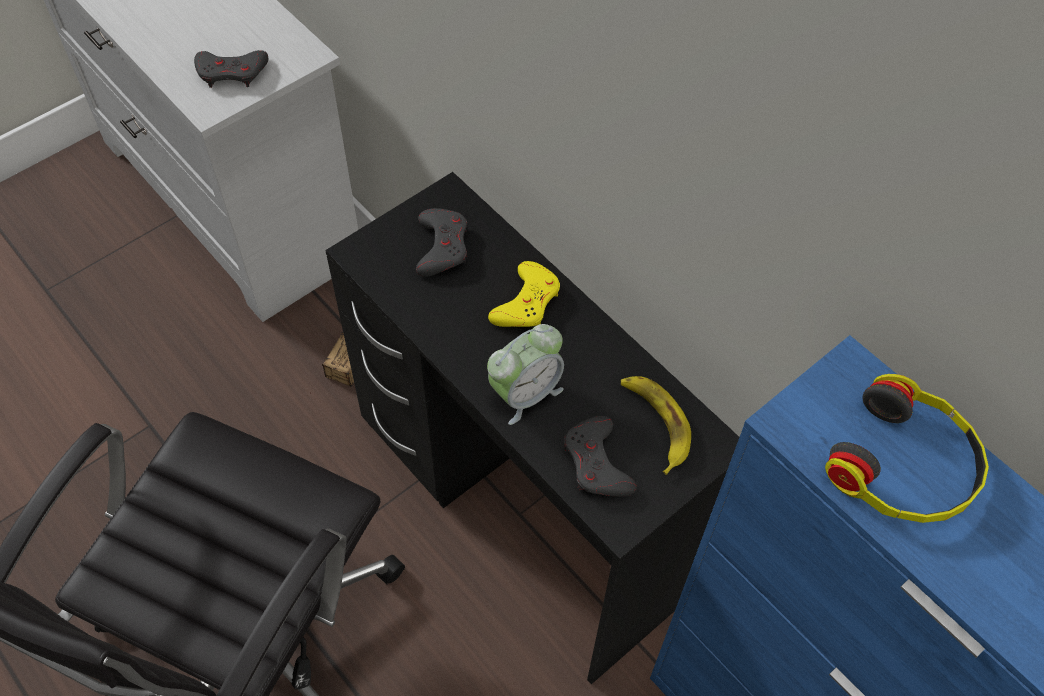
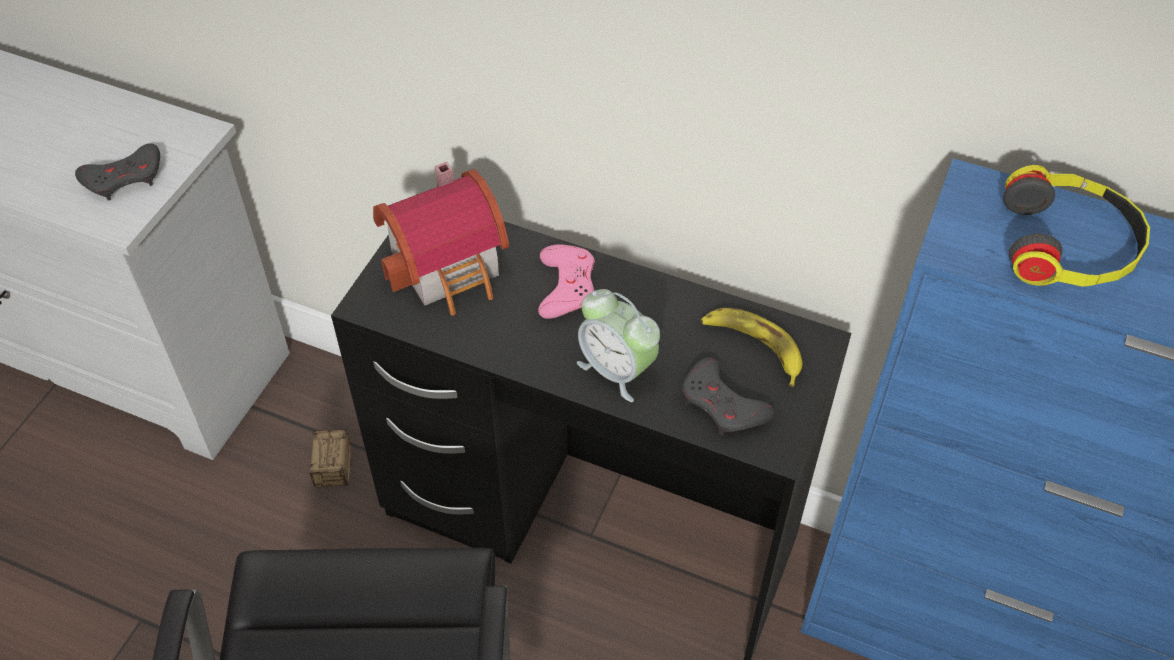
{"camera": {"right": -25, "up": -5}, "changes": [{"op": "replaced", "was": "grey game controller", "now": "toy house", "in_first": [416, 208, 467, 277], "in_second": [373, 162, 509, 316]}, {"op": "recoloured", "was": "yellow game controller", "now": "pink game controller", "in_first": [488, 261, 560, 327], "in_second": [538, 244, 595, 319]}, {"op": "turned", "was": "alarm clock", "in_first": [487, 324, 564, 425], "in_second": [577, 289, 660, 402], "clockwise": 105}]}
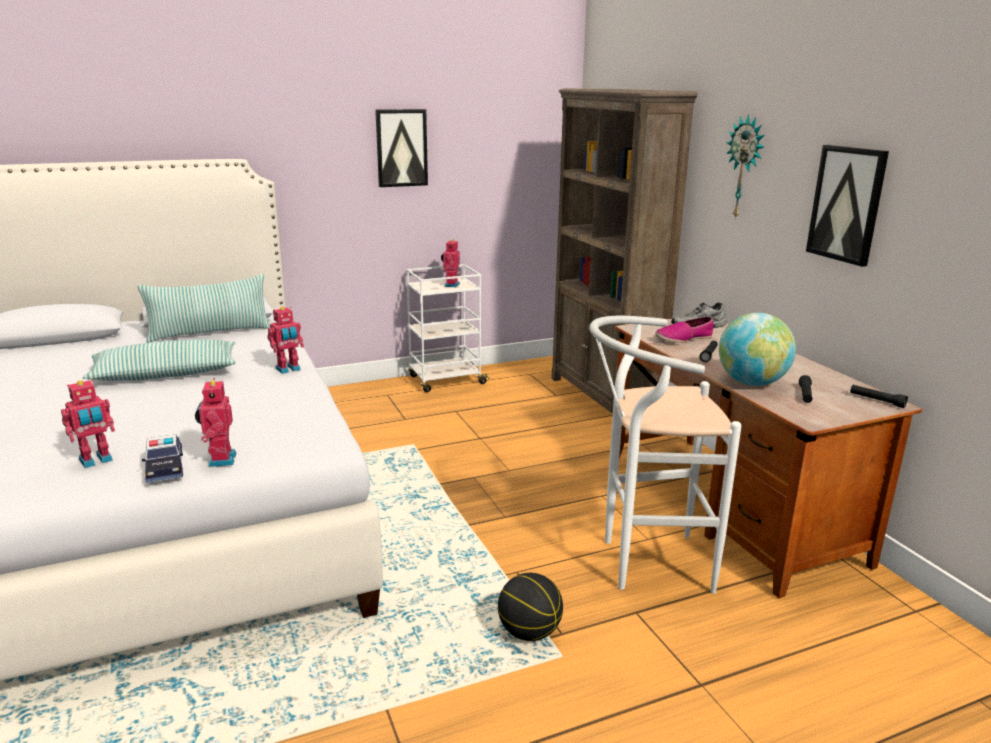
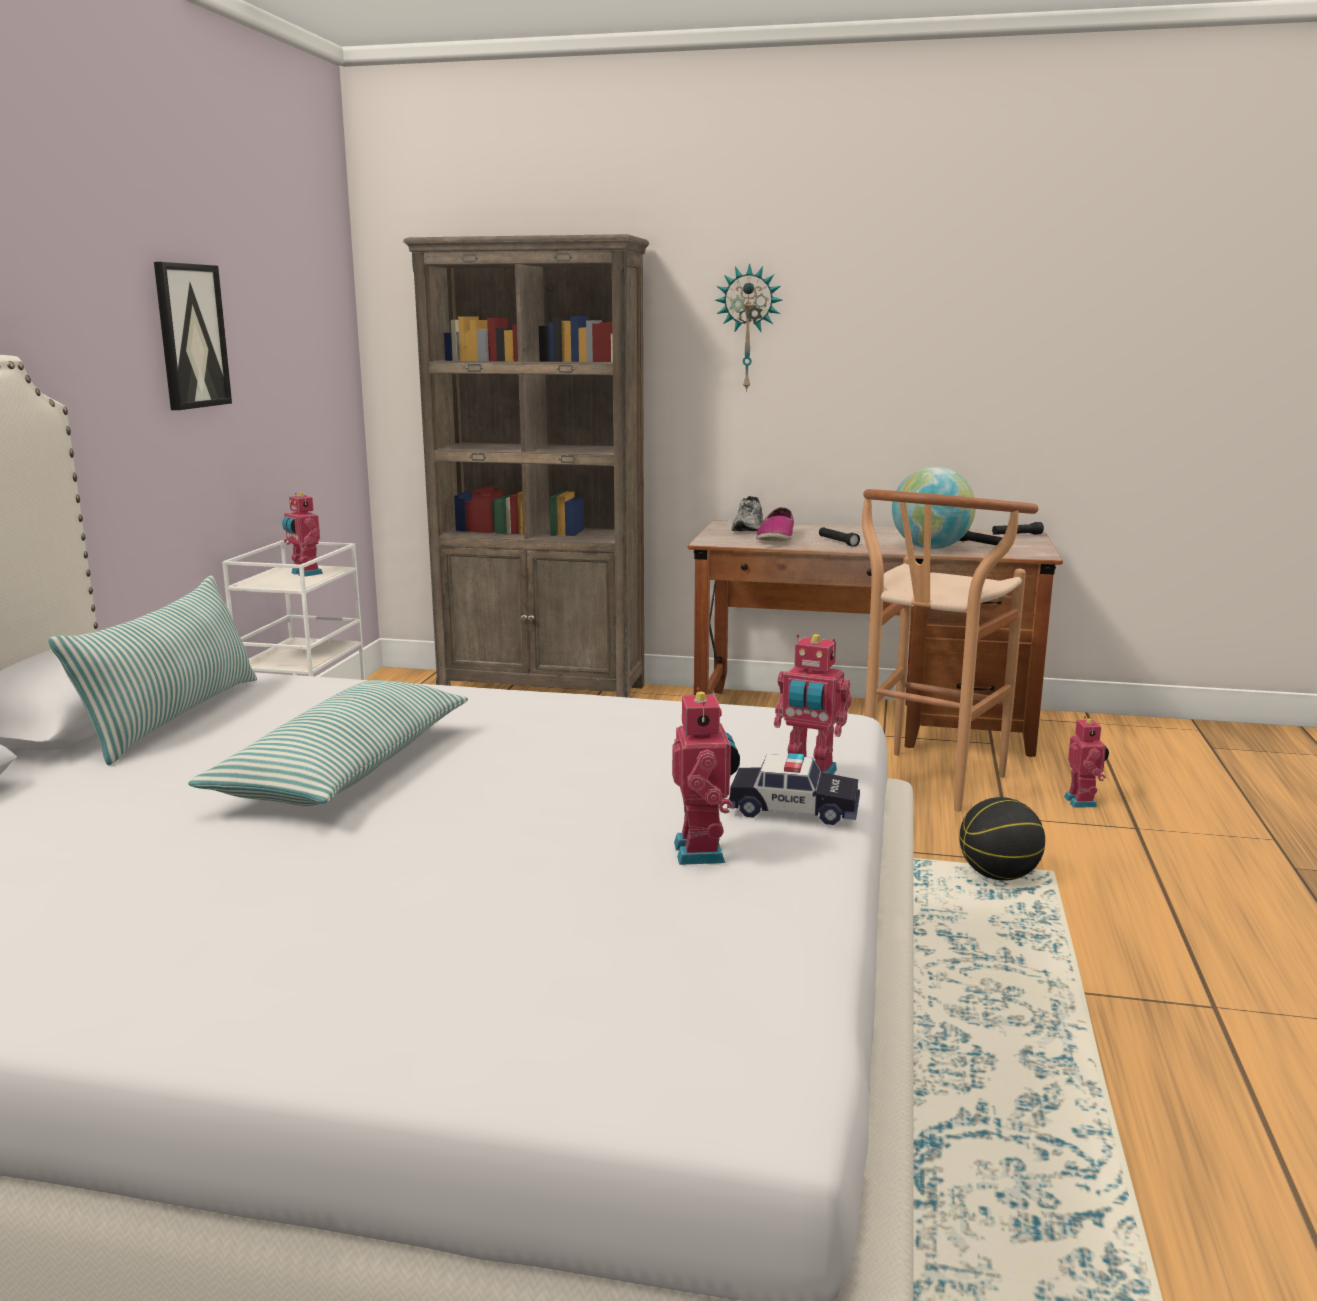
{"camera": {"right": -55, "up": -5}, "changes": [{"op": "removed", "was": "picture", "in_first": [806, 145, 889, 267]}, {"op": "moved", "was": "toy robot", "in_first": [267, 306, 304, 374], "in_second": [1064, 716, 1109, 807]}, {"op": "recoloured", "was": "white stool", "now": "brown stool", "in_first": [589, 316, 741, 594], "in_second": [862, 489, 1038, 811]}]}
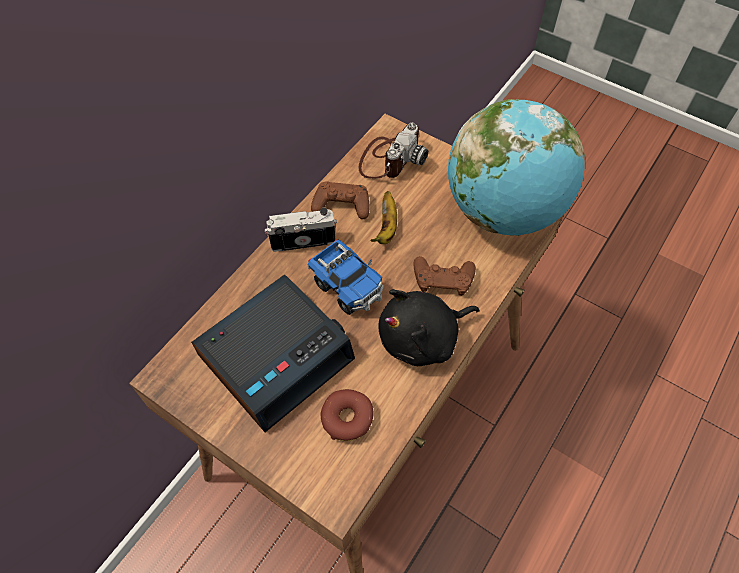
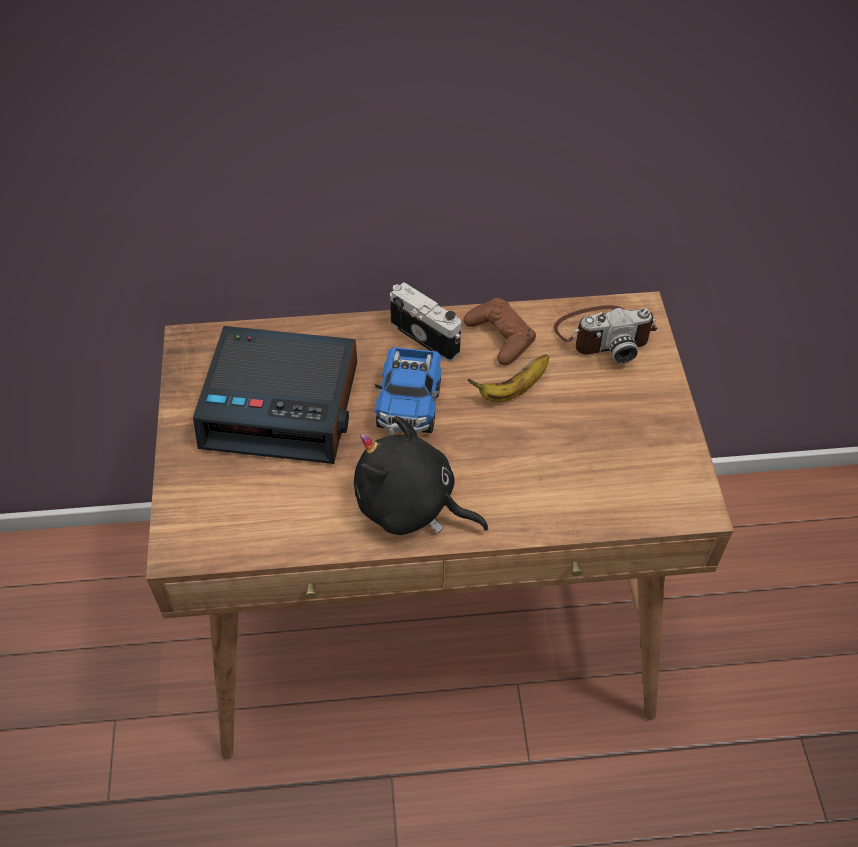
{"camera": {"right": 50, "up": -5}, "changes": [{"op": "removed", "was": "donut", "in_first": [320, 389, 373, 441]}, {"op": "removed", "was": "brown game controller", "in_first": [413, 256, 476, 296]}, {"op": "removed", "was": "globe", "in_first": [448, 99, 585, 236]}]}
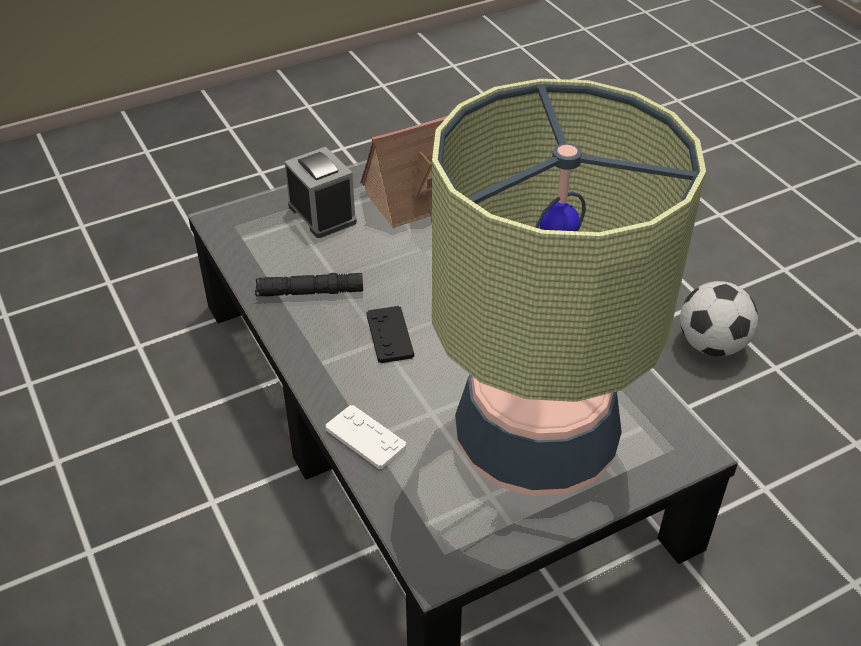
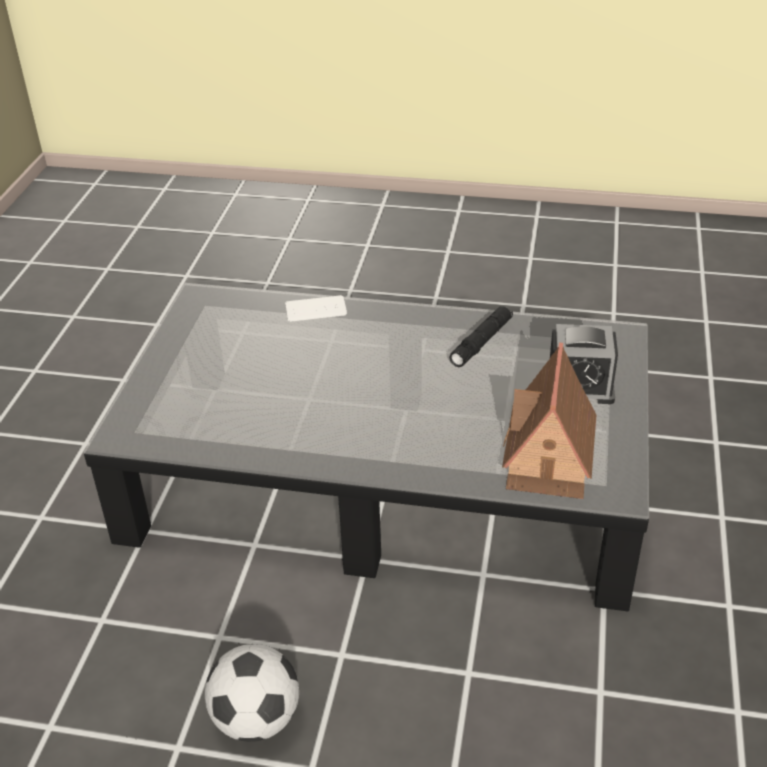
{"camera": {"right": 130, "up": -5}, "changes": [{"op": "removed", "was": "black game controller", "in_first": [367, 306, 414, 363]}, {"op": "removed", "was": "table lamp", "in_first": [432, 79, 706, 496]}]}
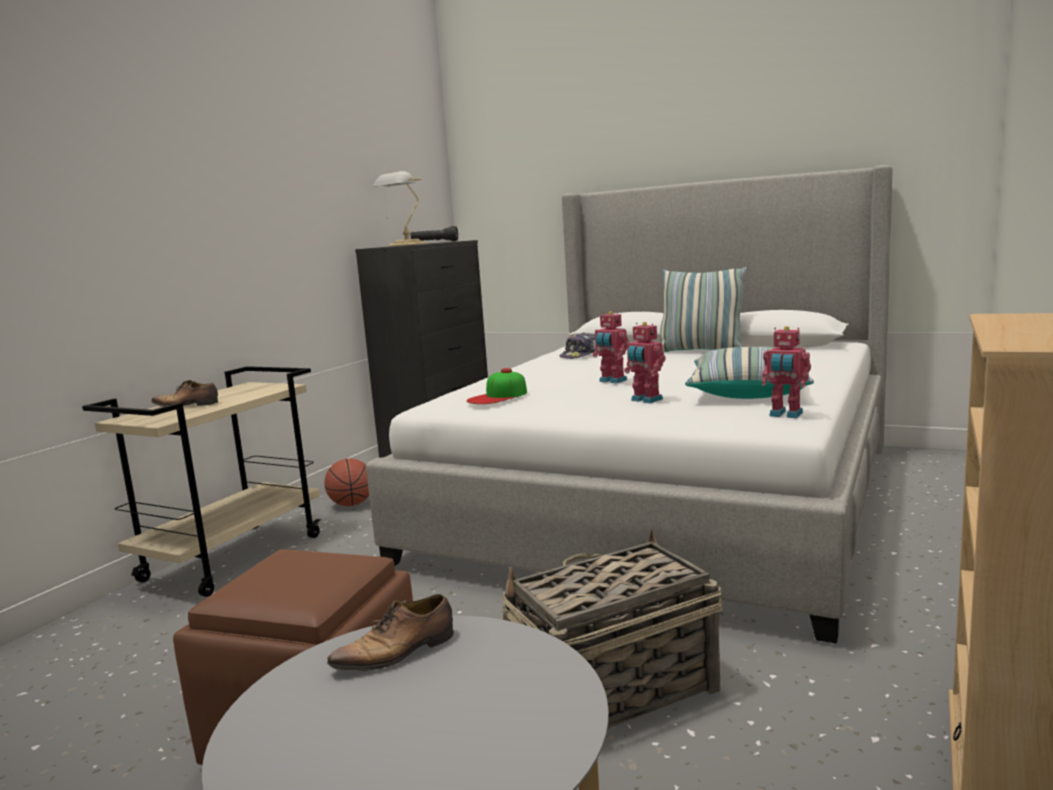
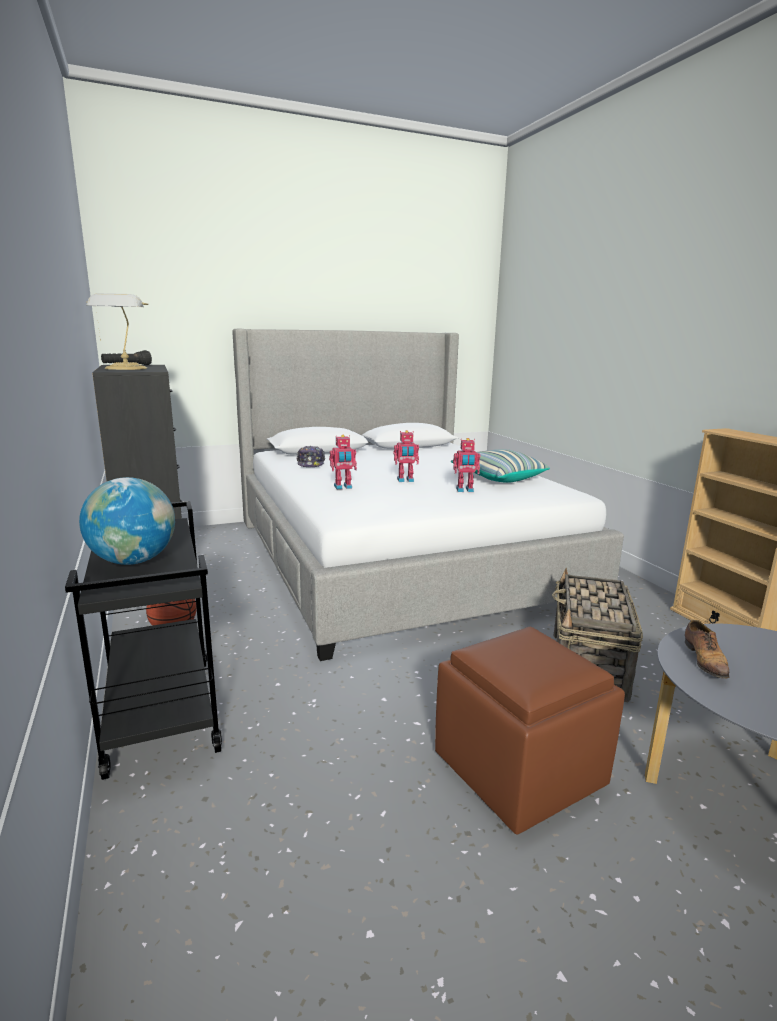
{"camera": {"right": -50, "up": 5}, "changes": [{"op": "removed", "was": "cap", "in_first": [466, 368, 527, 404]}, {"op": "removed", "was": "pillow", "in_first": [660, 267, 747, 352]}, {"op": "moved", "was": "toy robot", "in_first": [762, 326, 811, 418], "in_second": [329, 435, 357, 489]}, {"op": "replaced", "was": "shoe", "now": "globe", "in_first": [151, 380, 218, 407], "in_second": [79, 477, 175, 565]}, {"op": "recoloured", "was": "beige cart", "now": "black cart", "in_first": [82, 366, 321, 597], "in_second": [65, 501, 222, 780]}]}
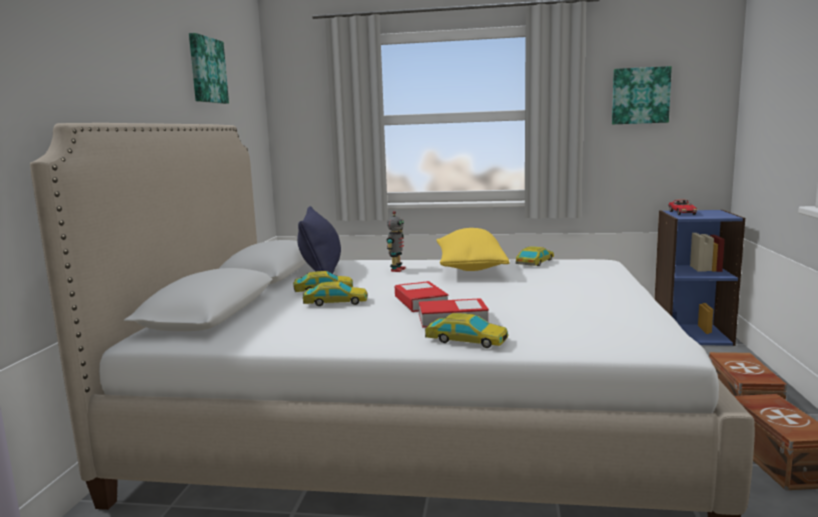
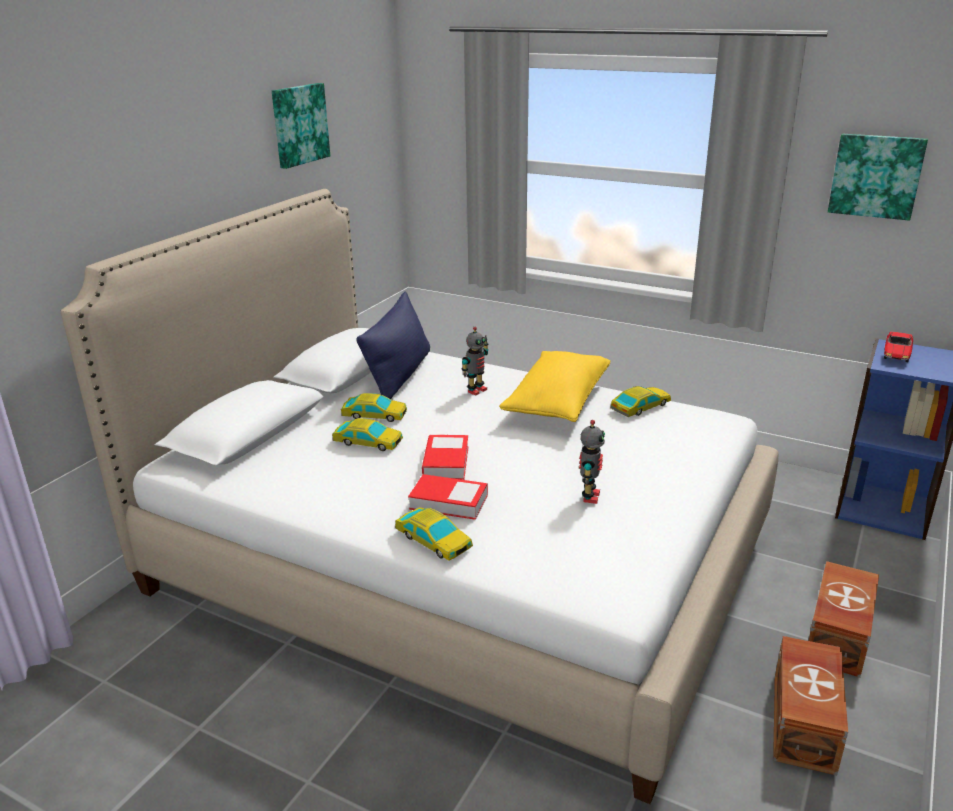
{"camera": {"right": 20, "up": 15}, "changes": [{"op": "added", "now": "toy robot", "in_second": [579, 420, 605, 504]}]}
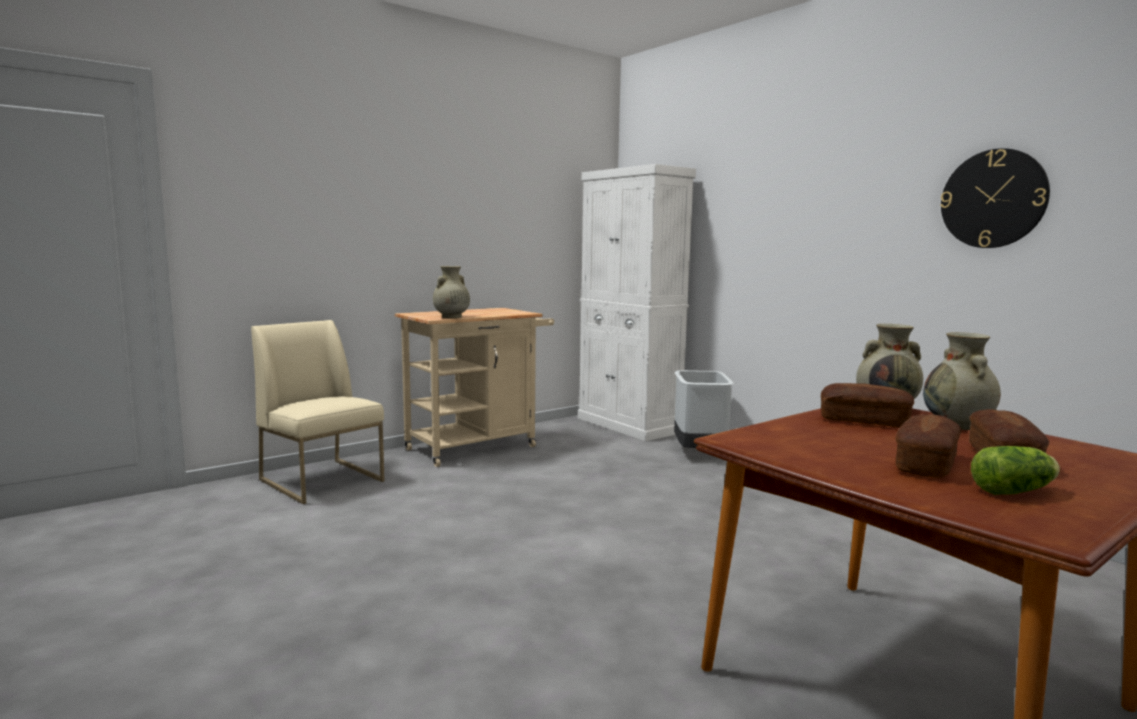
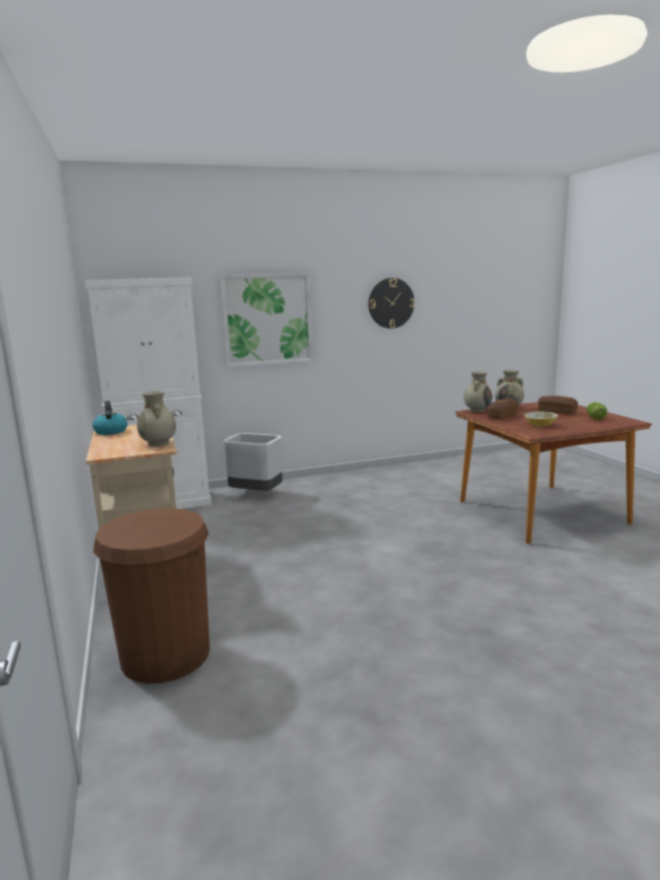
{"camera": {"right": -70, "up": 5}, "changes": [{"op": "removed", "was": "bread", "in_first": [895, 414, 961, 478]}, {"op": "added", "now": "kettle", "in_second": [92, 401, 128, 435]}, {"op": "added", "now": "picture", "in_second": [221, 273, 313, 367]}, {"op": "added", "now": "bowl", "in_second": [524, 412, 558, 427]}, {"op": "replaced", "was": "beige chair", "now": "brown trash can", "in_first": [251, 320, 385, 504], "in_second": [93, 508, 210, 684]}]}
